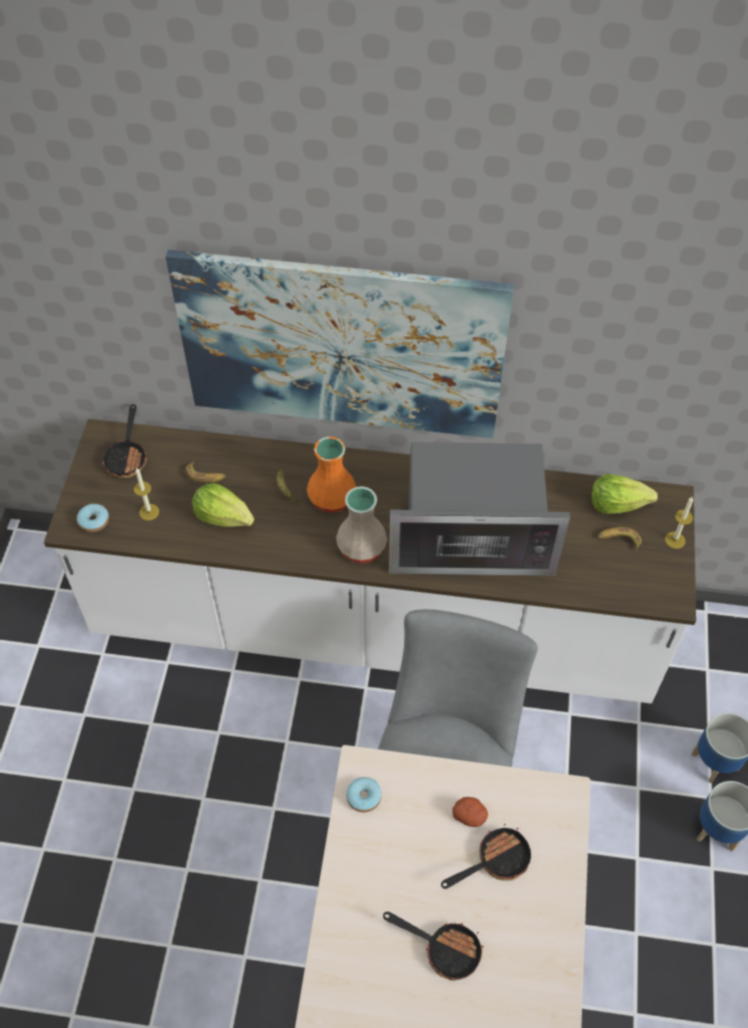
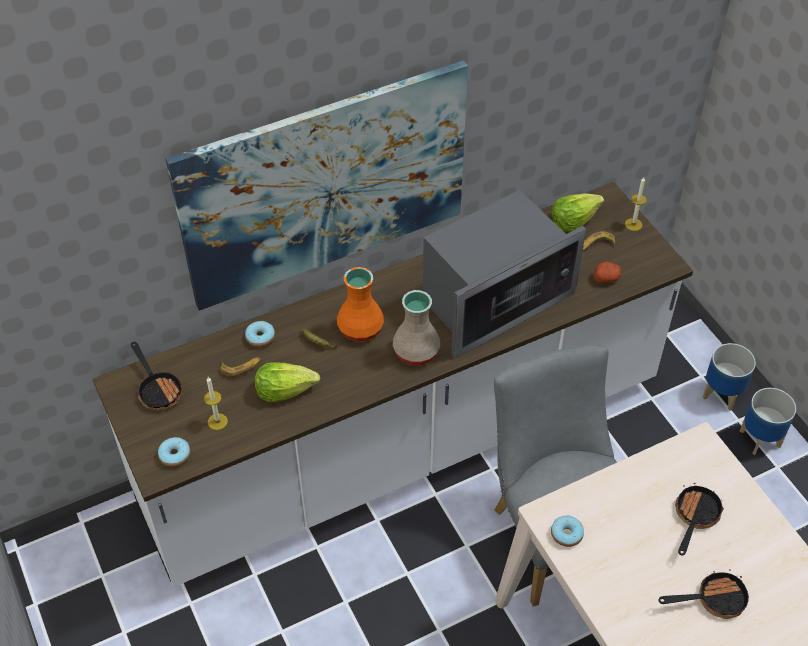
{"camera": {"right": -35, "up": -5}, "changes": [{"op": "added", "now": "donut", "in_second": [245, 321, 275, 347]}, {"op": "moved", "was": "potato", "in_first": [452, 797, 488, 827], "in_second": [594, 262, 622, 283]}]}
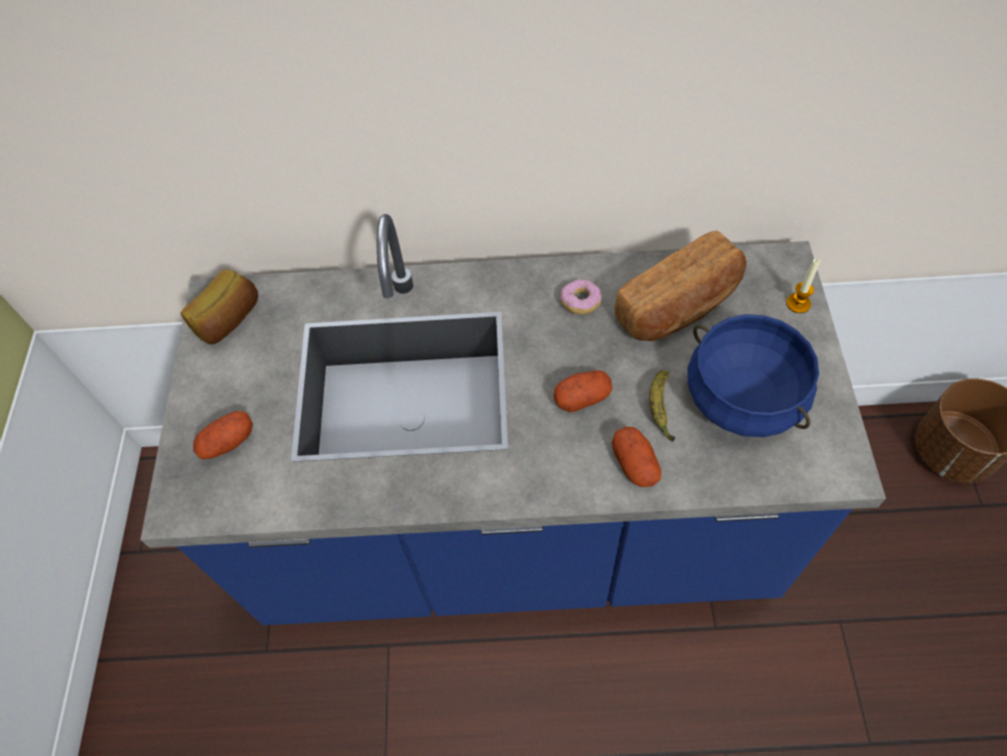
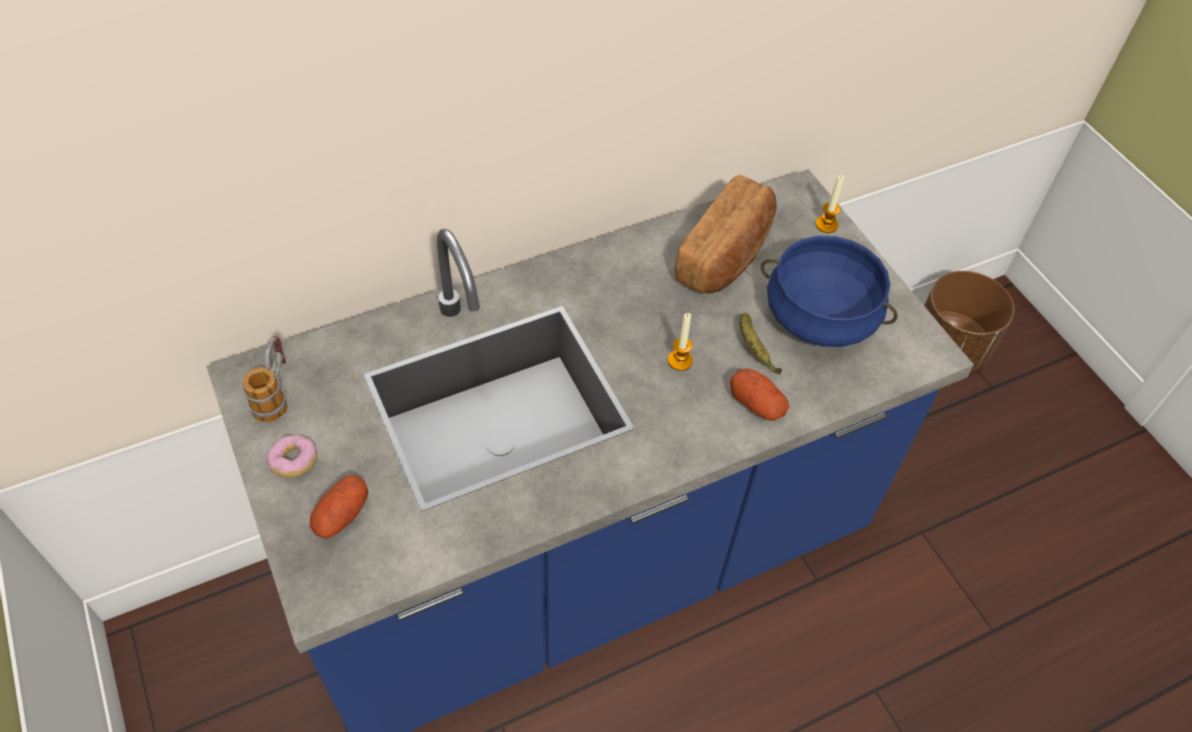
{"camera": {"right": -30, "up": -5}, "changes": [{"op": "moved", "was": "donut", "in_first": [560, 280, 602, 314], "in_second": [266, 435, 317, 478]}, {"op": "replaced", "was": "bread", "now": "mug", "in_first": [181, 269, 258, 344], "in_second": [243, 336, 287, 422]}, {"op": "replaced", "was": "potato", "now": "candle", "in_first": [554, 370, 612, 412], "in_second": [668, 313, 693, 371]}]}
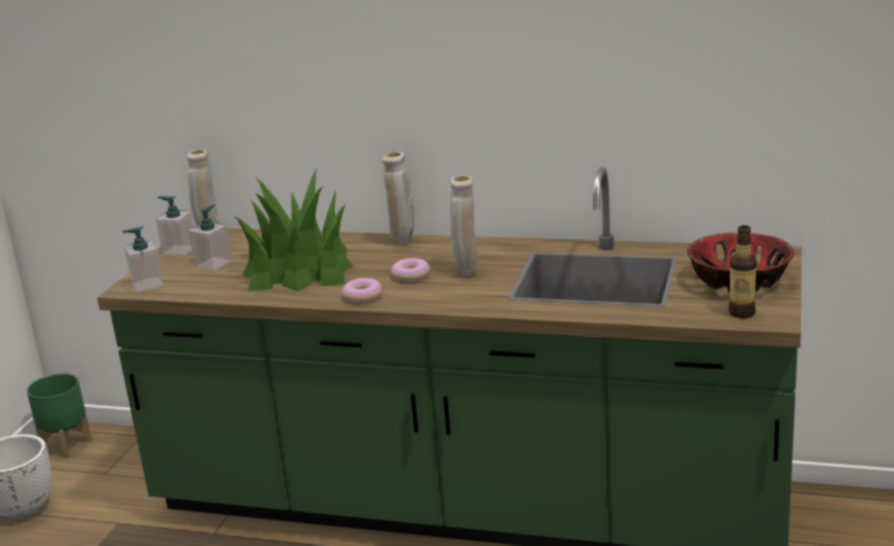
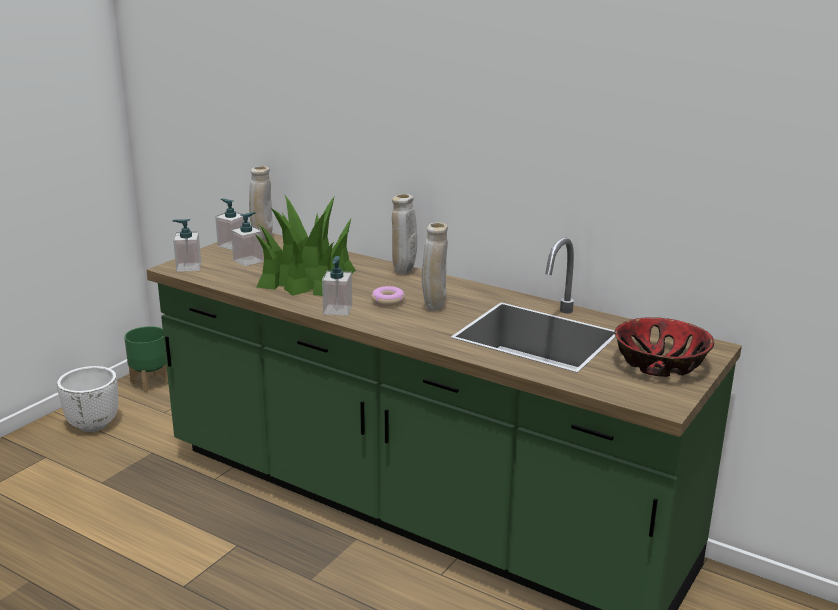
{"camera": {"right": 15, "up": 0}, "changes": [{"op": "removed", "was": "bottle", "in_first": [729, 225, 757, 318]}, {"op": "replaced", "was": "donut", "now": "soap dispenser", "in_first": [342, 278, 383, 303], "in_second": [322, 256, 352, 316]}]}
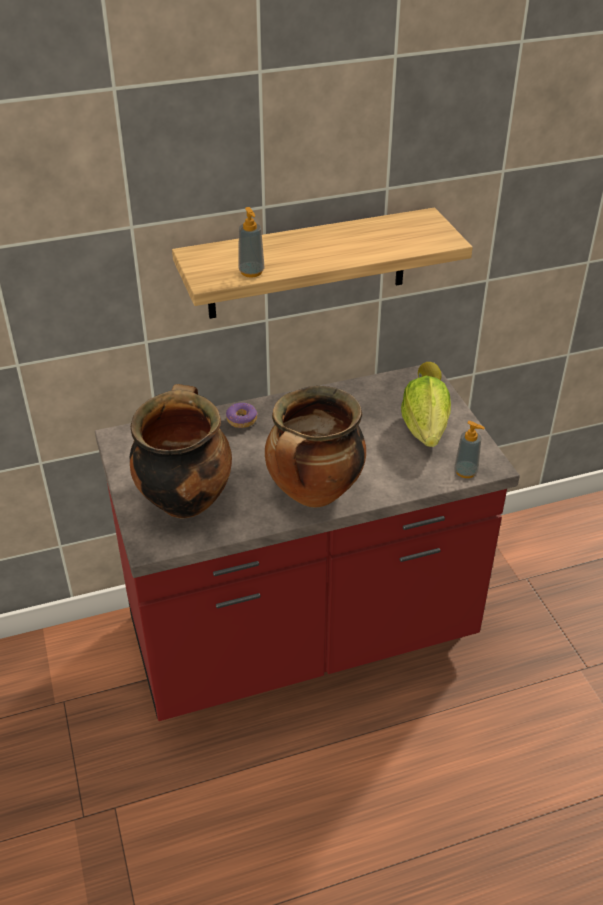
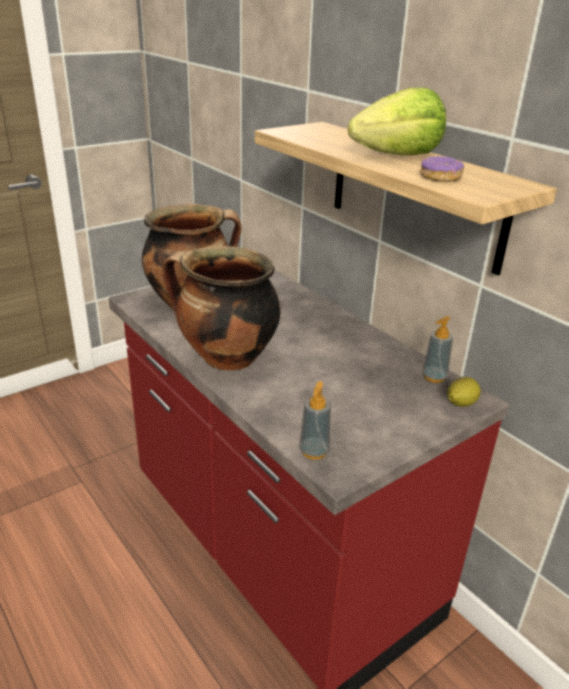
{"camera": {"right": 70, "up": -10}, "changes": [{"op": "moved", "was": "donut", "in_first": [226, 403, 257, 428], "in_second": [420, 156, 464, 182]}, {"op": "moved", "was": "soap dispenser", "in_first": [238, 207, 265, 278], "in_second": [422, 316, 453, 383]}, {"op": "moved", "was": "lettuce", "in_first": [401, 376, 451, 447], "in_second": [348, 87, 446, 155]}]}
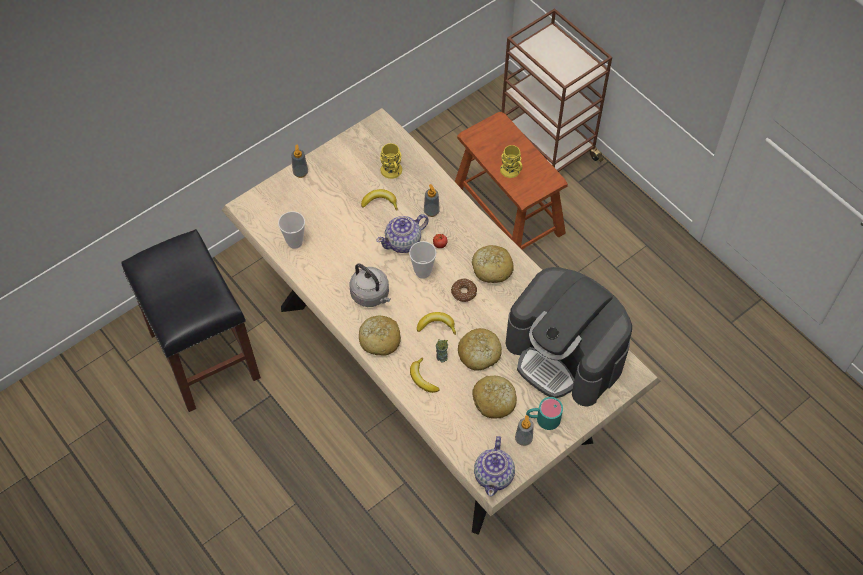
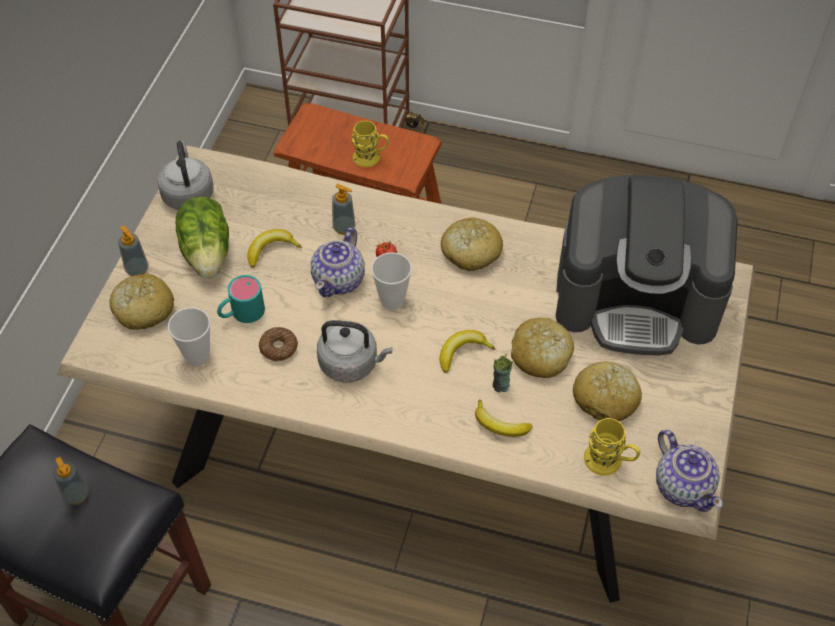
{"camera": {"right": -35, "up": -5}, "changes": [{"op": "added", "now": "grey kettle", "in_second": [157, 141, 214, 210]}, {"op": "added", "now": "lettuce", "in_second": [176, 197, 229, 279]}, {"op": "moved", "was": "bread", "in_first": [359, 316, 401, 356], "in_second": [109, 274, 175, 330]}, {"op": "moved", "was": "yellow mug", "in_first": [380, 143, 402, 179], "in_second": [584, 418, 640, 476]}, {"op": "moved", "was": "donut", "in_first": [451, 279, 477, 302], "in_second": [259, 327, 298, 361]}, {"op": "moved", "was": "soap dispenser", "in_first": [515, 415, 534, 446], "in_second": [53, 457, 89, 505]}, {"op": "moved", "was": "turquoise mug", "in_first": [526, 397, 563, 430], "in_second": [217, 275, 265, 323]}]}
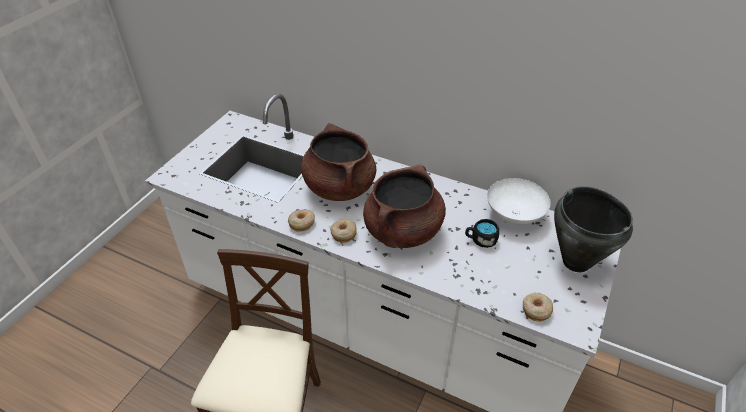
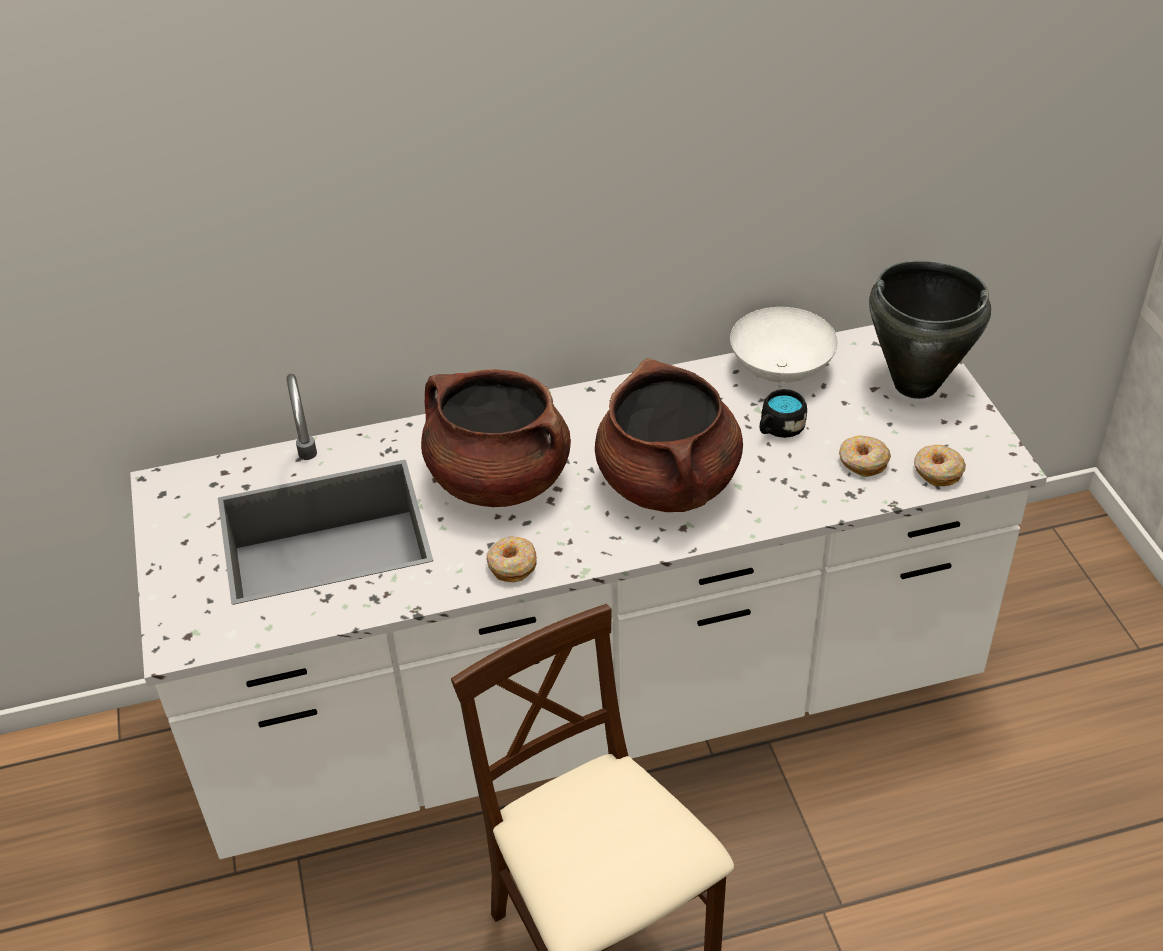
{"camera": {"right": -40, "up": 0}, "changes": [{"op": "moved", "was": "donut", "in_first": [330, 219, 357, 243], "in_second": [839, 435, 891, 477]}]}
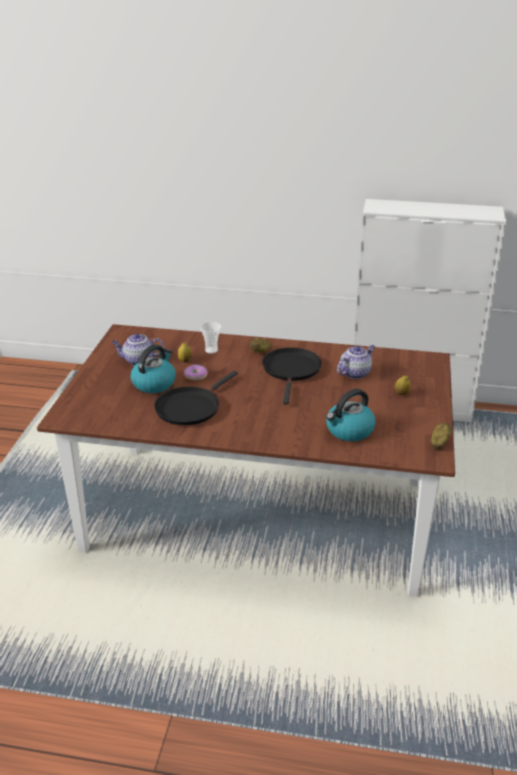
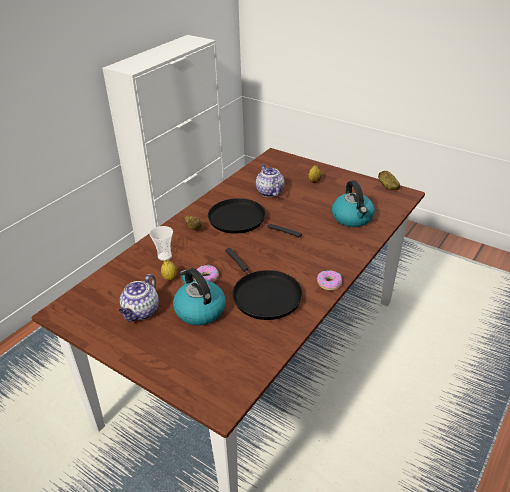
{"camera": {"right": -65, "up": 5}, "changes": [{"op": "added", "now": "donut", "in_second": [317, 271, 342, 291]}]}
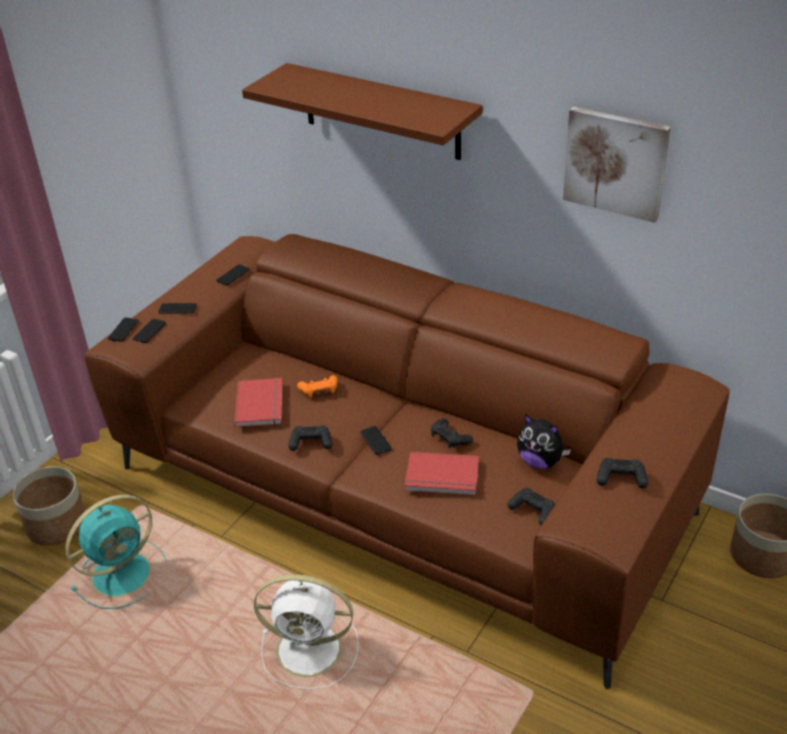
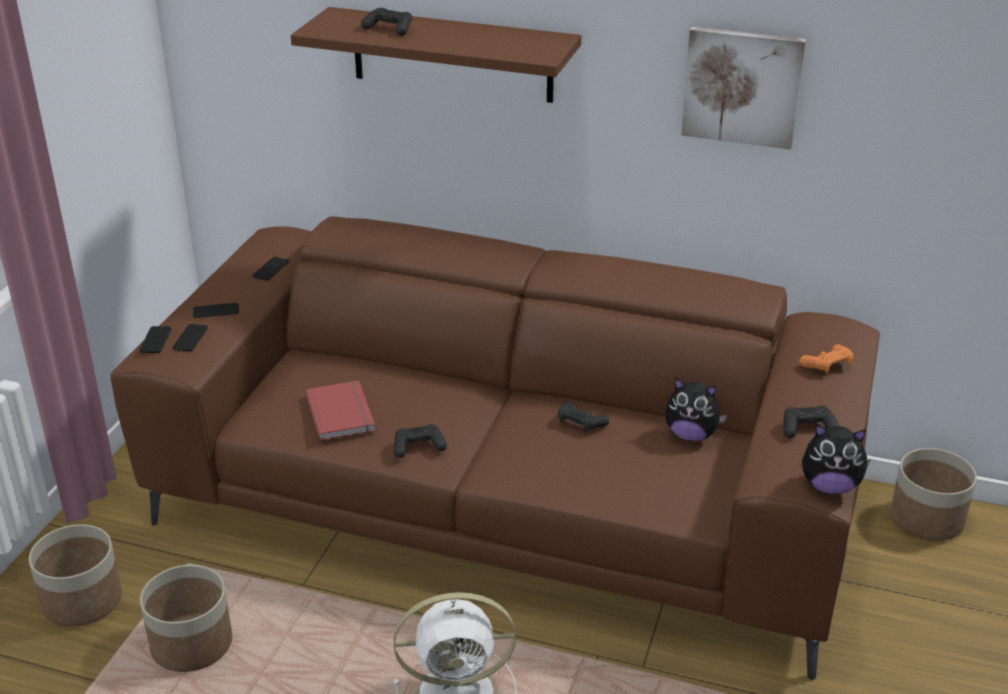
{"camera": {"right": -15, "up": -5}, "changes": [{"op": "removed", "was": "phone", "in_first": [361, 426, 392, 455]}, {"op": "removed", "was": "red book", "in_first": [404, 452, 479, 496]}, {"op": "added", "now": "plush toy", "in_second": [802, 424, 871, 494]}, {"op": "moved", "was": "orange game controller", "in_first": [297, 375, 338, 398], "in_second": [799, 344, 853, 374]}, {"op": "moved", "was": "black game controller", "in_first": [507, 488, 555, 526], "in_second": [361, 8, 412, 36]}, {"op": "replaced", "was": "turquoise fan", "now": "planter", "in_first": [65, 494, 167, 609], "in_second": [140, 565, 232, 672]}]}
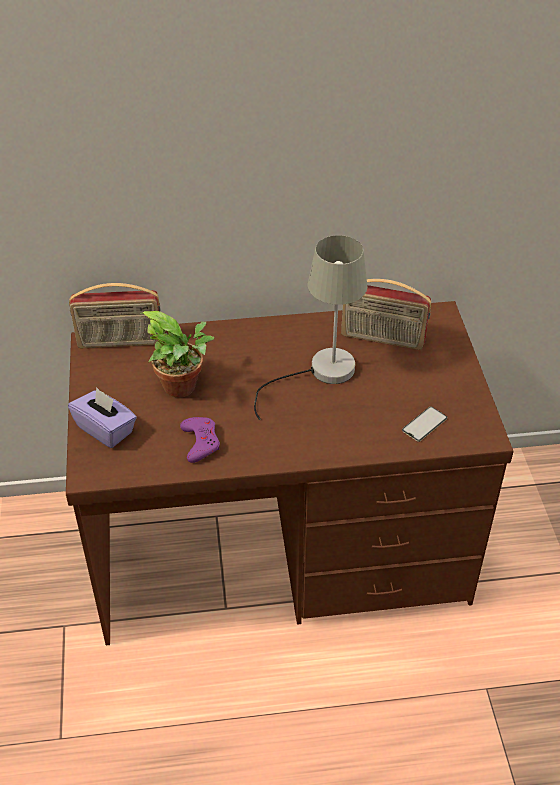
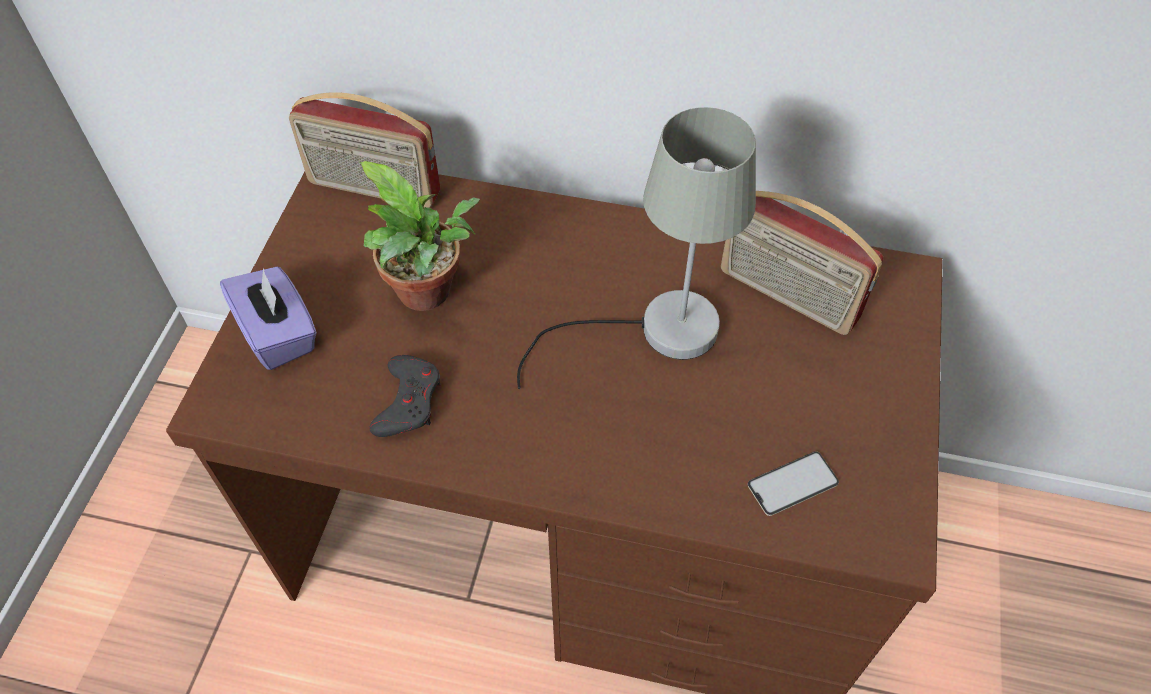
{"camera": {"right": 20, "up": 10}, "changes": [{"op": "recoloured", "was": "purple game controller", "now": "grey game controller", "in_first": [180, 417, 220, 463], "in_second": [369, 355, 440, 437]}]}
